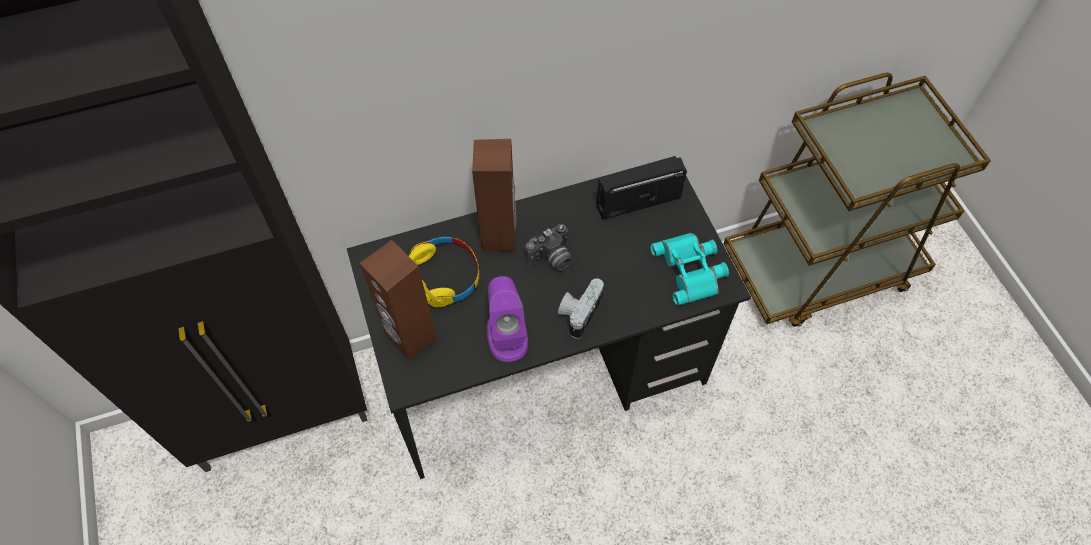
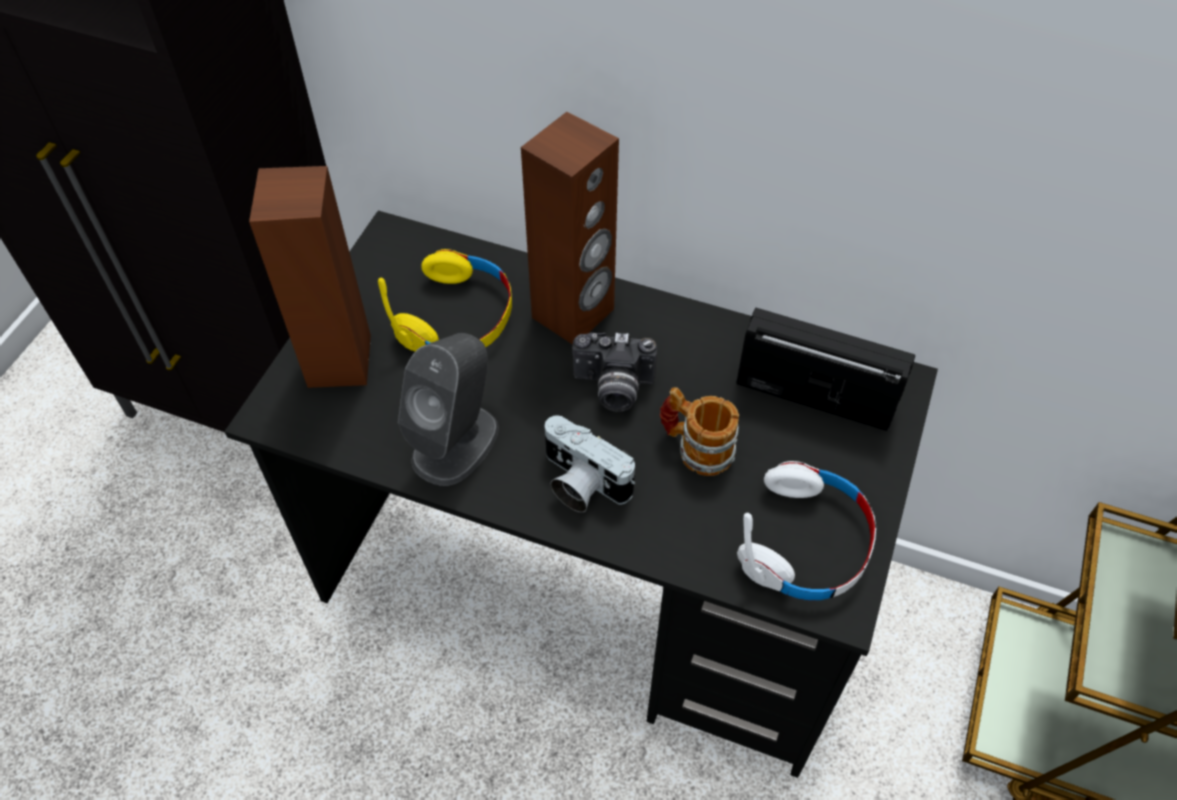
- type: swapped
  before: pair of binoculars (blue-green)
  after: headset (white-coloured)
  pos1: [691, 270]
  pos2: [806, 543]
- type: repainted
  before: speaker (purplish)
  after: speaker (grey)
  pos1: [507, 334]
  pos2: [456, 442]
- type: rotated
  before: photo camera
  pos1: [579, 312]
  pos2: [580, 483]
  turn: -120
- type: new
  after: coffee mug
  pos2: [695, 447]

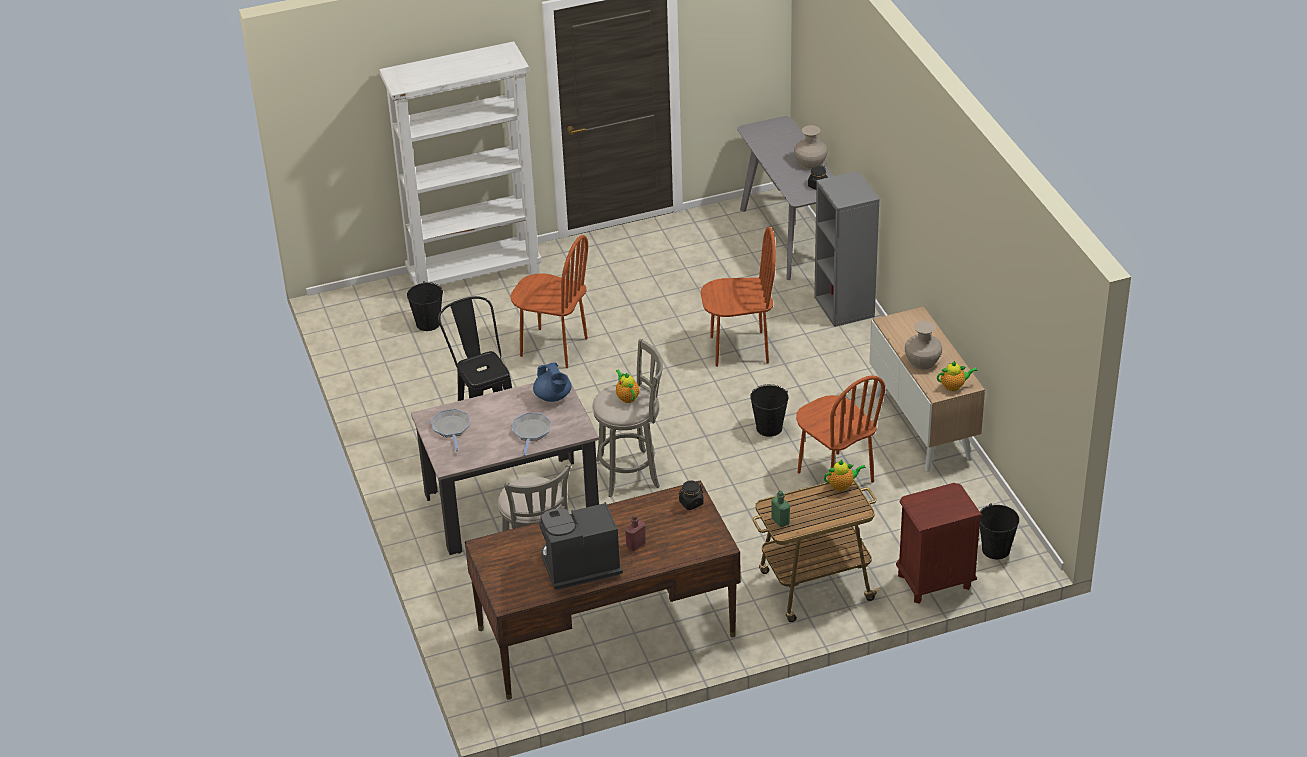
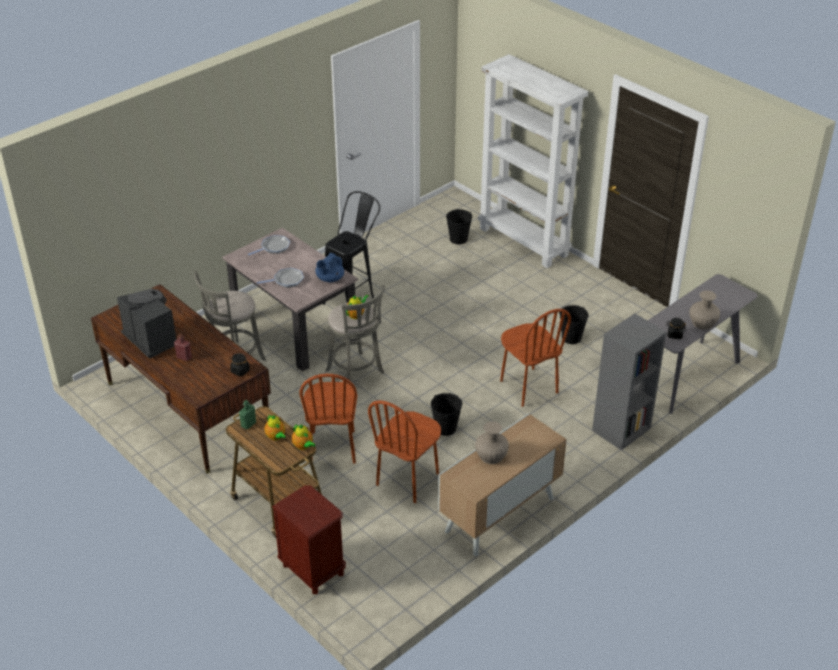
- type: shifted
  before: upright chair (brown)
  pos1: [553, 347]
  pos2: [333, 447]
- type: shifted
  before: pot for tea
  pos1: [954, 386]
  pos2: [276, 437]
- type: shifted
  before: bucket (blackish)
  pos1: [996, 549]
  pos2: [571, 338]

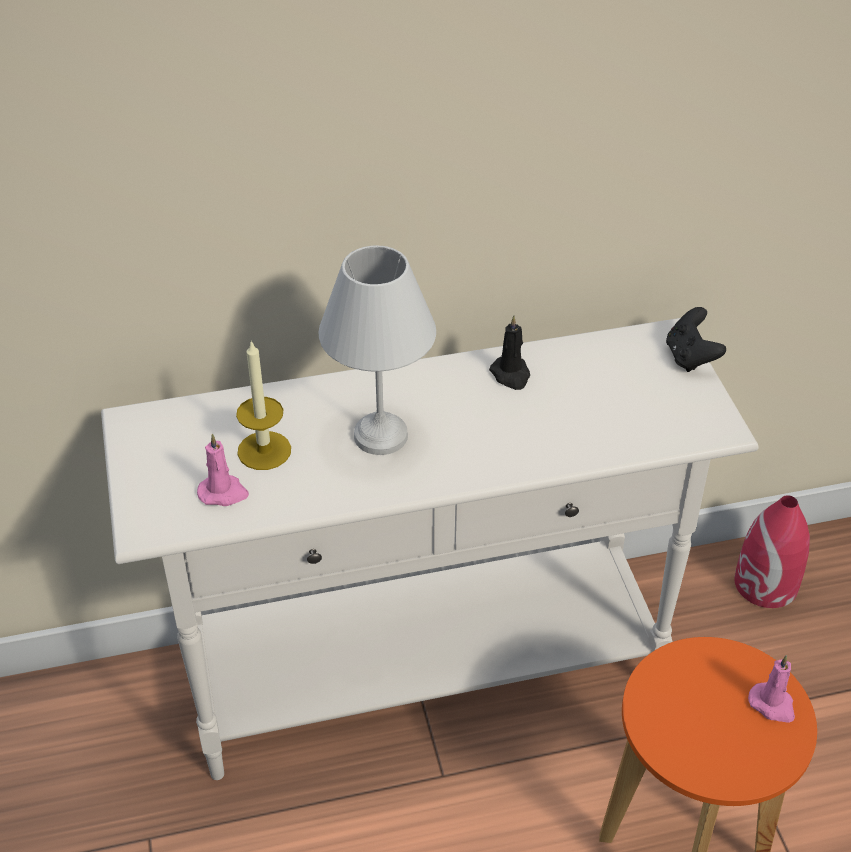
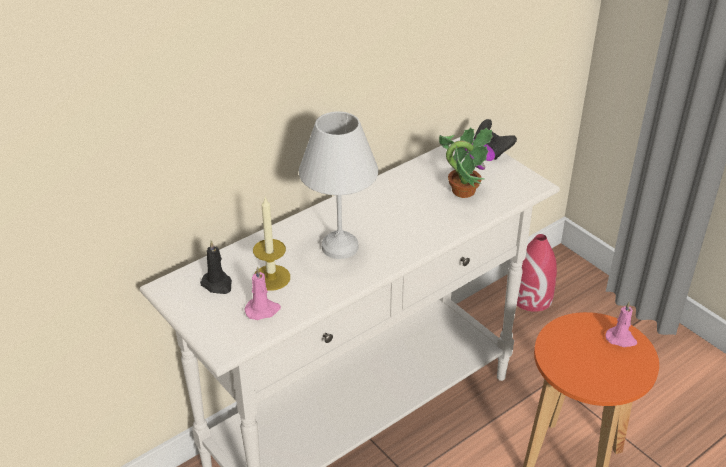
- type: shifted
  before: candle (blackish)
  pos1: [511, 375]
  pos2: [217, 284]
- type: new
  after: plant in a pot
  pos2: [462, 190]

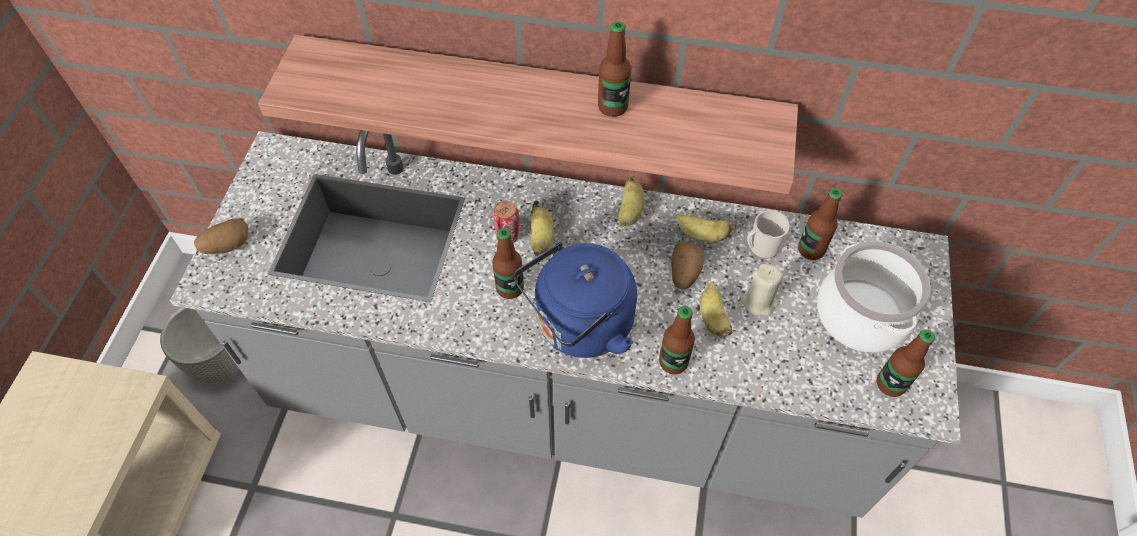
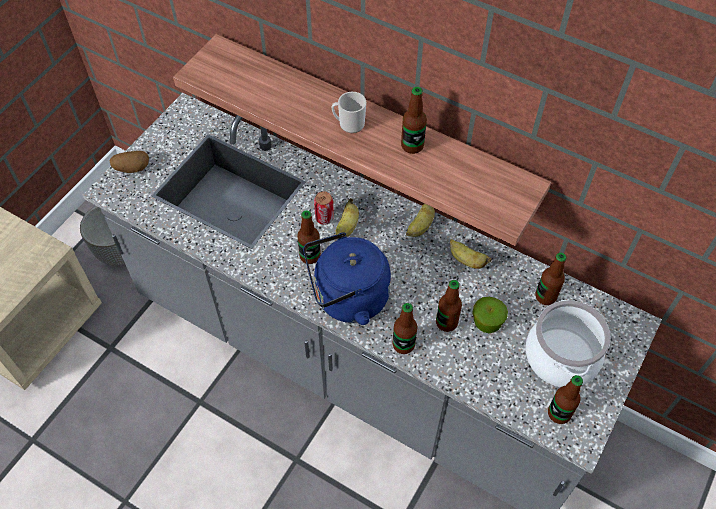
- type: shifted
  before: coffee mug
  pos1: [760, 247]
  pos2: [349, 124]
- type: gone
  before: spud
  pos1: [684, 274]
- type: swapped
  before: candle (sand-coloured)
  after: apple
  pos1: [759, 302]
  pos2: [487, 322]
- type: swapped
  before: banana
  after: bottle
  pos1: [712, 318]
  pos2: [446, 322]

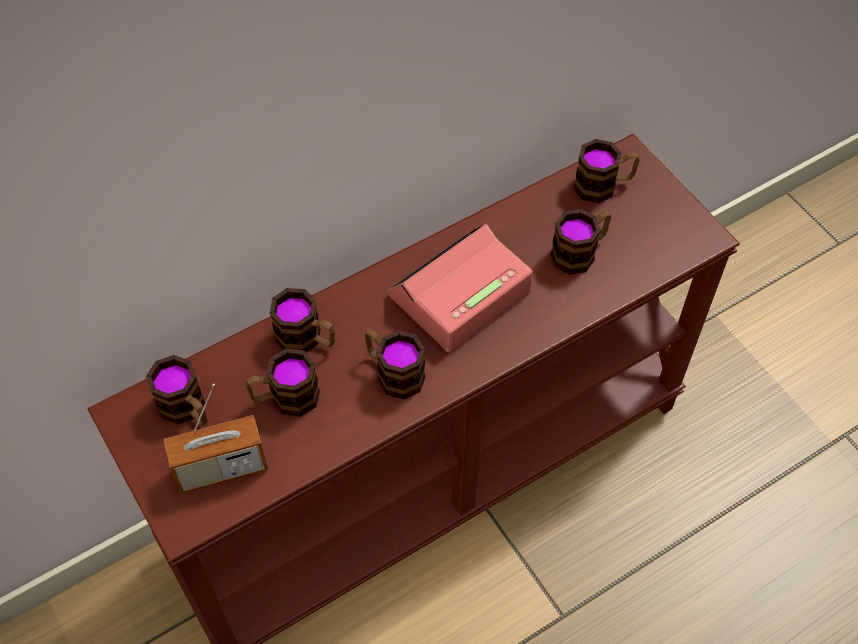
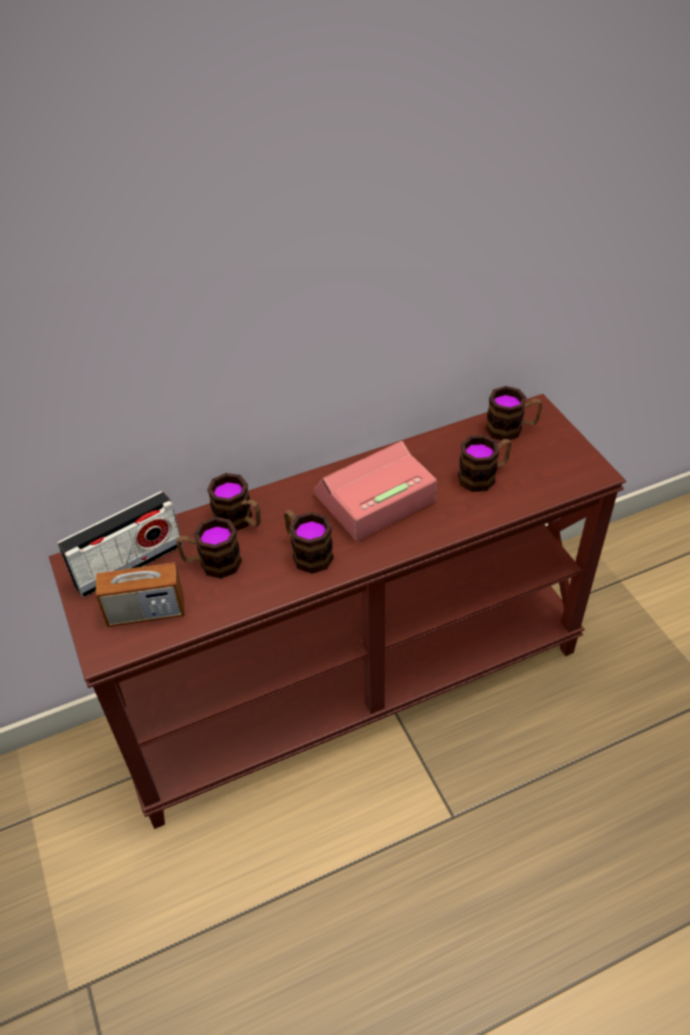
- type: swapped
  before: coffee mug
  after: radio
  pos1: [187, 410]
  pos2: [129, 564]

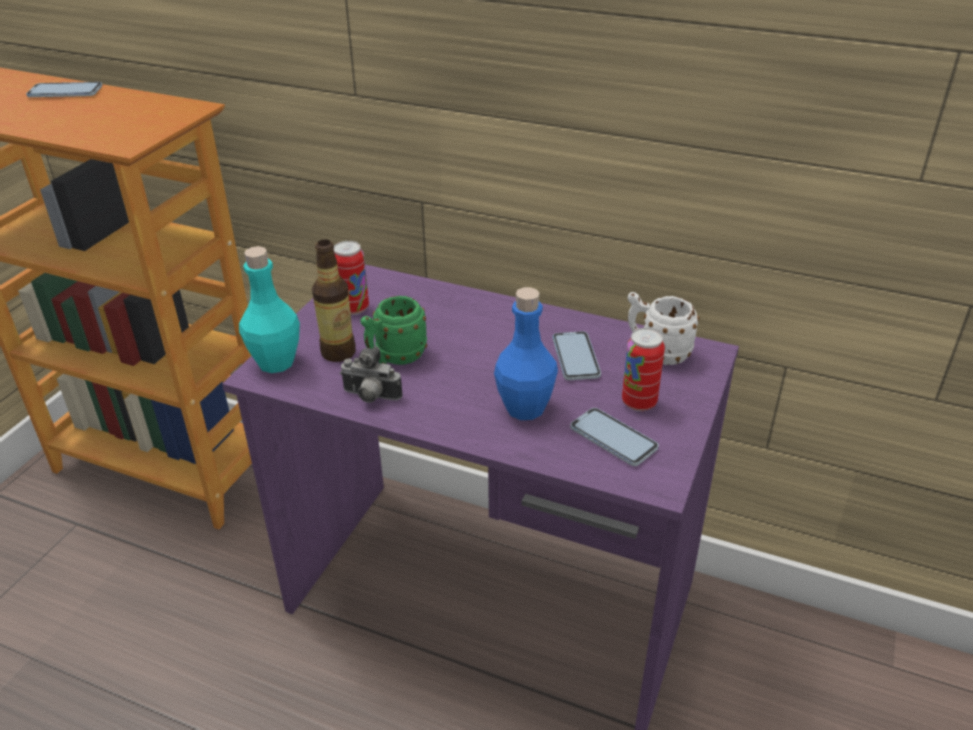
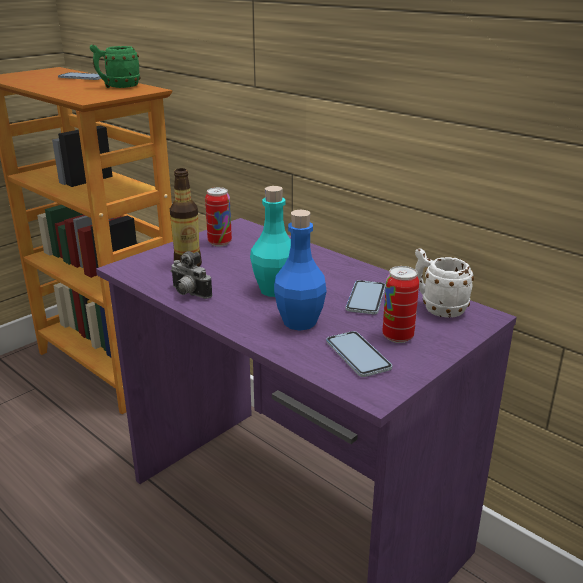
- type: shifted
  before: bottle (blue-green)
  pos1: [276, 362]
  pos2: [275, 290]
- type: shifted
  before: coffee mug (greenish)
  pos1: [395, 358]
  pos2: [118, 87]

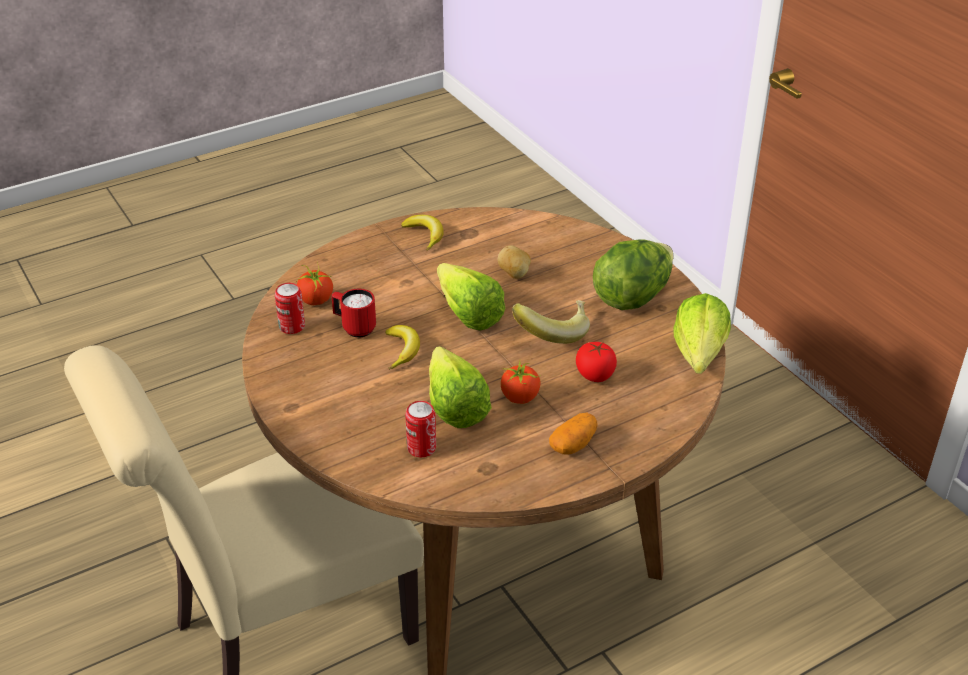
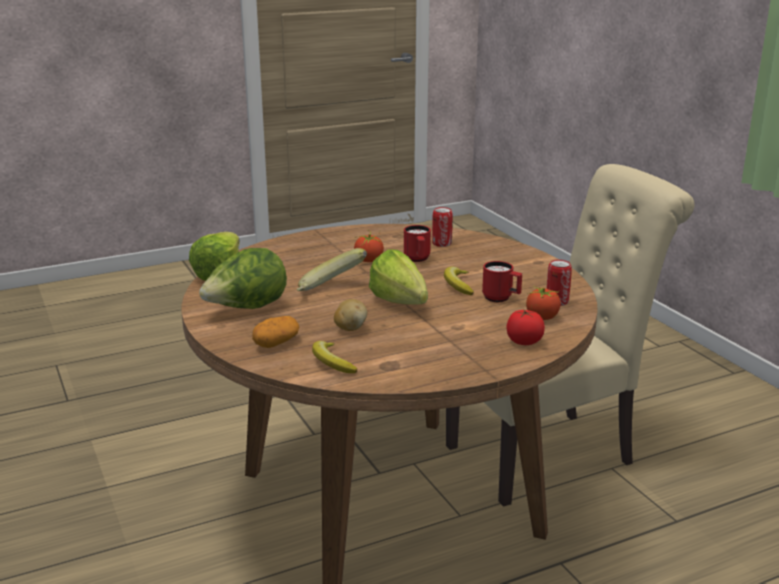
- type: shifted
  before: banana
  pos1: [425, 235]
  pos2: [331, 362]
- type: shifted
  before: whole tomato
  pos1: [595, 375]
  pos2: [524, 341]
- type: swapped
  before: lettuce
  after: coffee mug (reddish)
  pos1: [454, 402]
  pos2: [417, 260]
- type: shifted
  before: spud
  pos1: [573, 444]
  pos2: [276, 343]

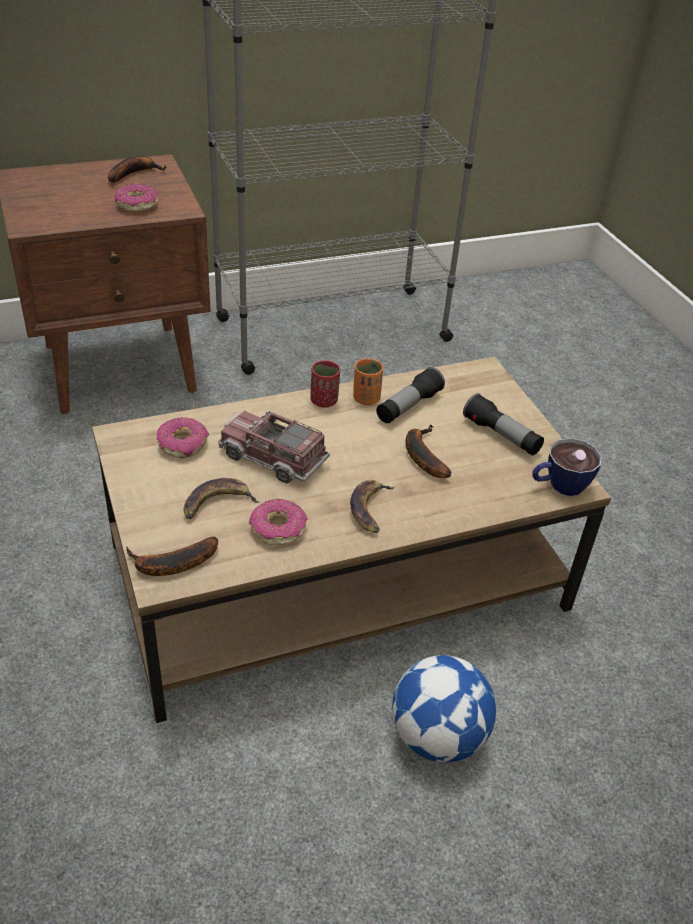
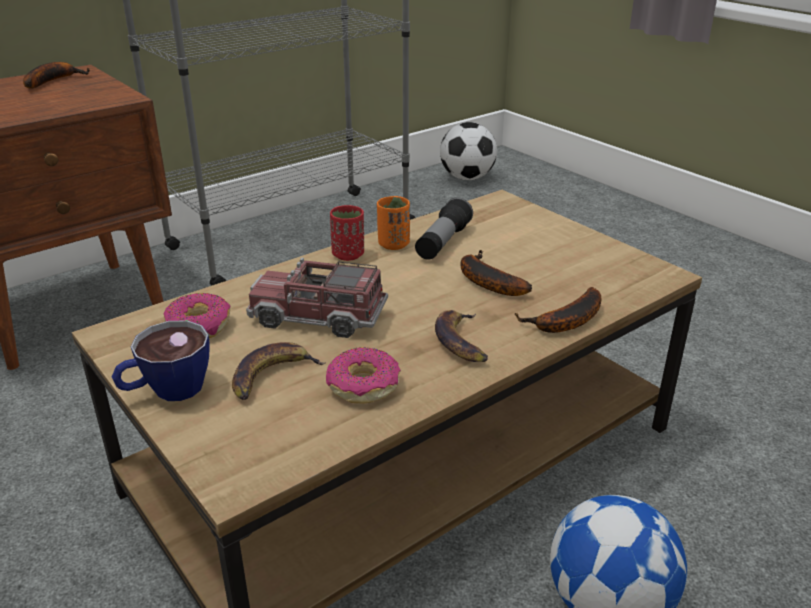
- type: gone
  before: ring doughnut
  pos1: [137, 205]
- type: gone
  before: hand torch
  pos1: [501, 436]
- type: shifted
  before: small cup
  pos1: [559, 485]
  pos2: [167, 391]
- type: shifted
  before: banana
  pos1: [171, 565]
  pos2: [566, 322]
- type: new
  after: football
  pos2: [467, 178]

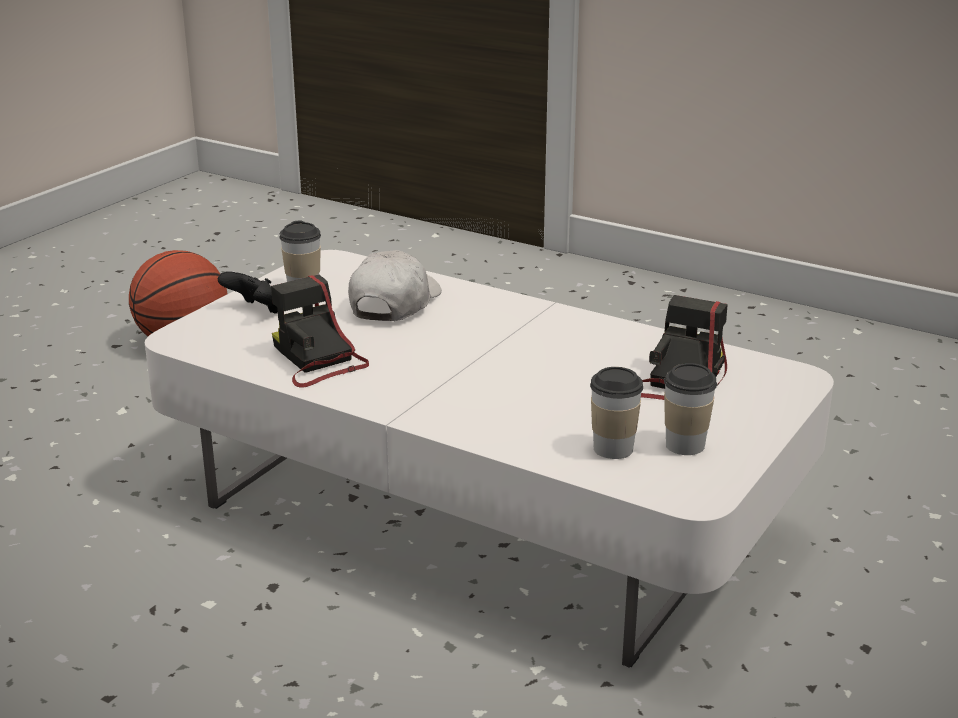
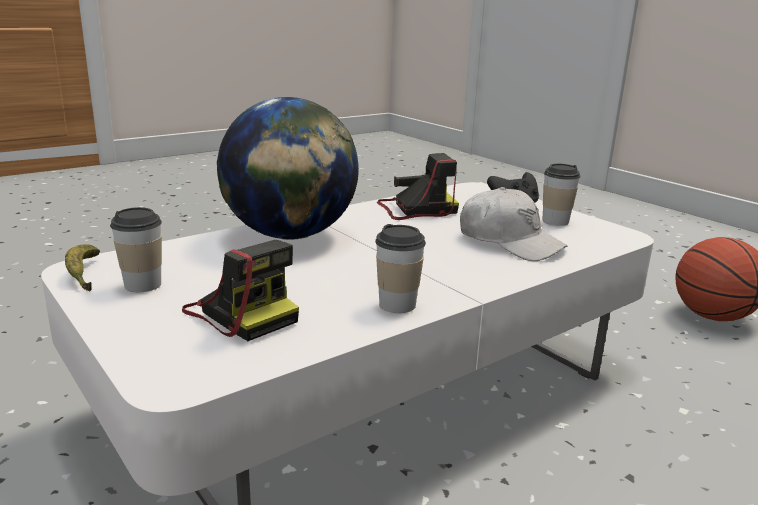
- type: shifted
  before: small cup
  pos1: [613, 449]
  pos2: [397, 304]
- type: new
  after: globe
  pos2: [290, 236]
- type: new
  after: banana
  pos2: [84, 275]

